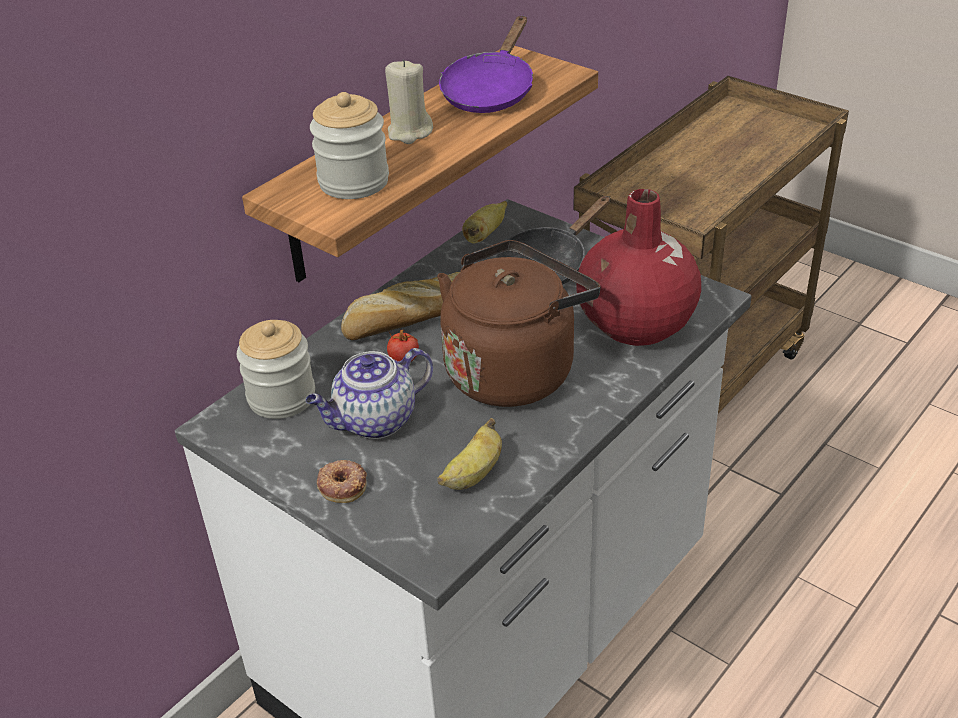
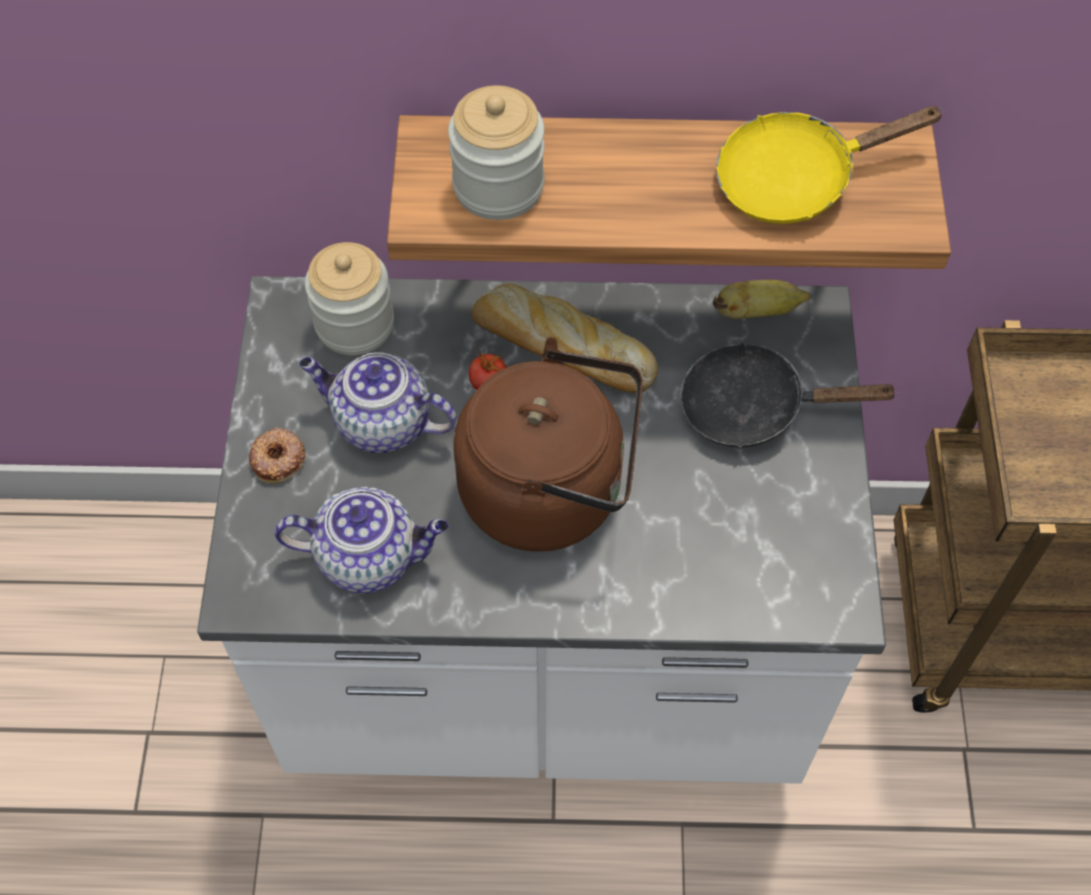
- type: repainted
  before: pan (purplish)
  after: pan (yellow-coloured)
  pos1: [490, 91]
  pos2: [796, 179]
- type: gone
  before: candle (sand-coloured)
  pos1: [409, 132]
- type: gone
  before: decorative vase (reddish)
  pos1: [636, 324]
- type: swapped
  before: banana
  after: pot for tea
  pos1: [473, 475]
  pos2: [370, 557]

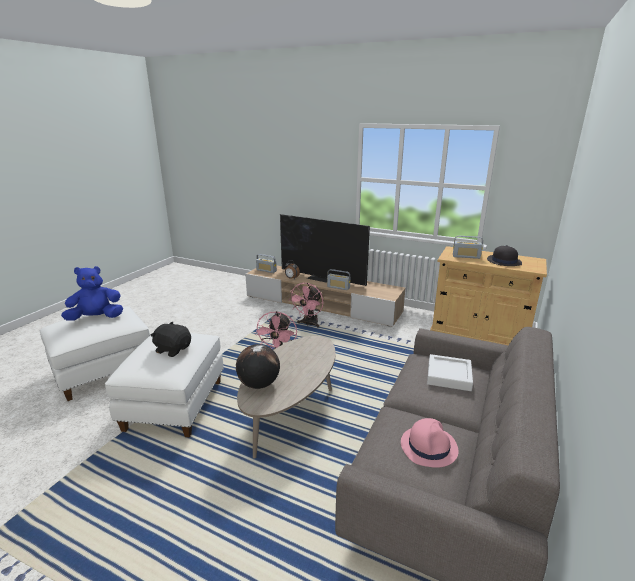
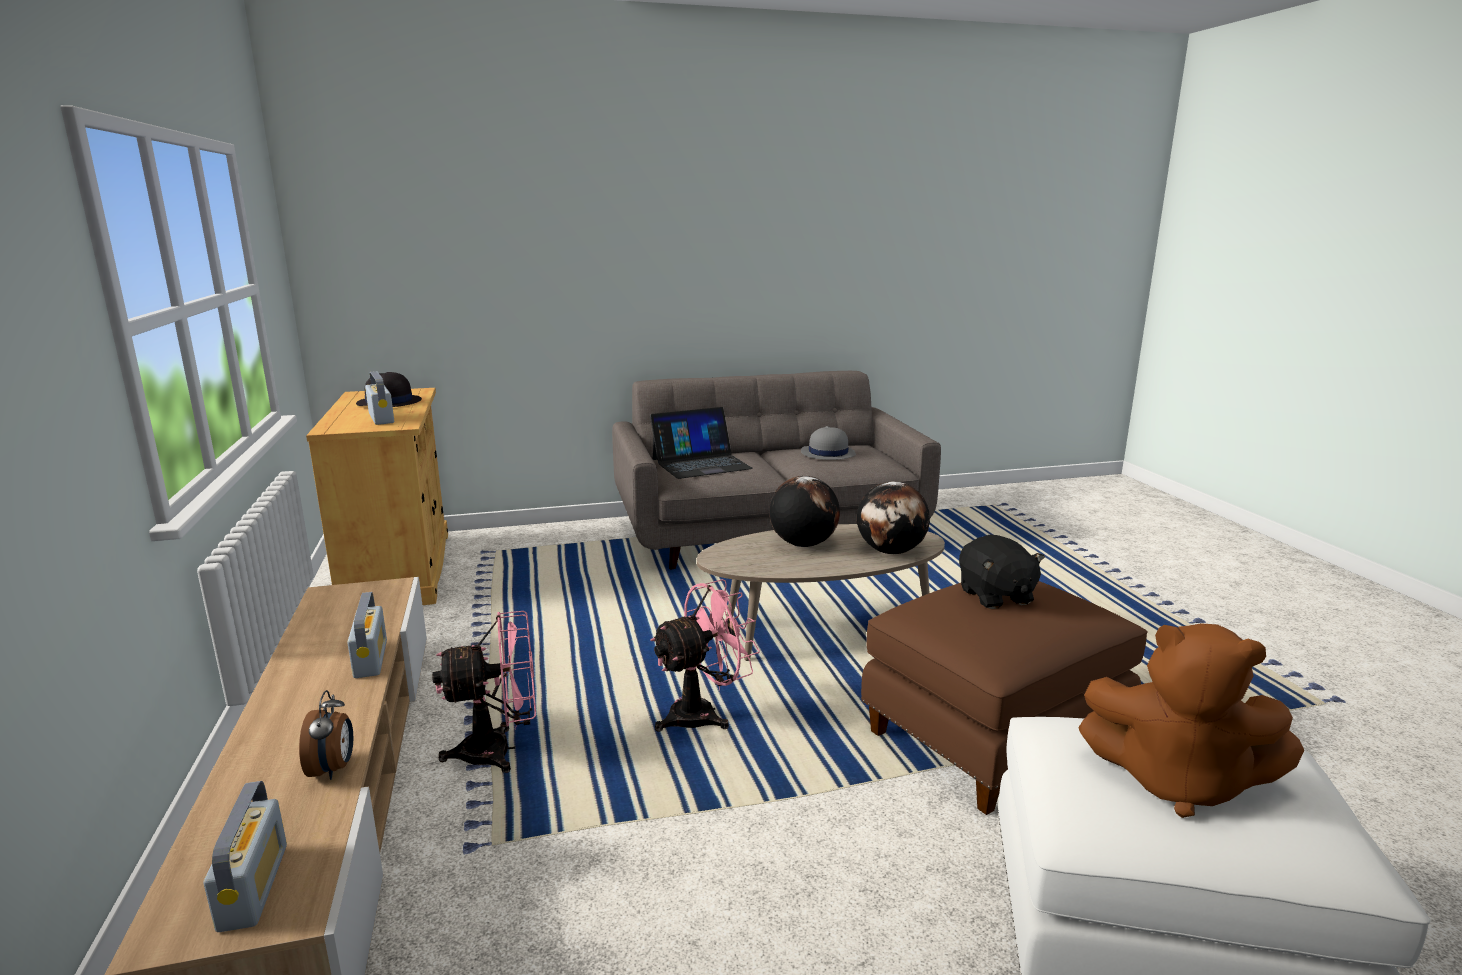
- type: gone
  before: TV set
  pos1: [322, 278]
- type: repainted
  before: cuddly toy (blue)
  after: cuddly toy (brown)
  pos1: [96, 318]
  pos2: [1176, 781]
- type: repainted
  before: footrest (white-coloured)
  after: footrest (brown)
  pos1: [175, 405]
  pos2: [992, 735]
- type: swapped
  before: tray (white-coloured)
  after: laptop
  pos1: [449, 376]
  pos2: [701, 464]
- type: repainted
  before: hat (pink)
  after: hat (grey)
  pos1: [429, 446]
  pos2: [827, 453]
- type: new
  after: globe
  pos2: [802, 544]

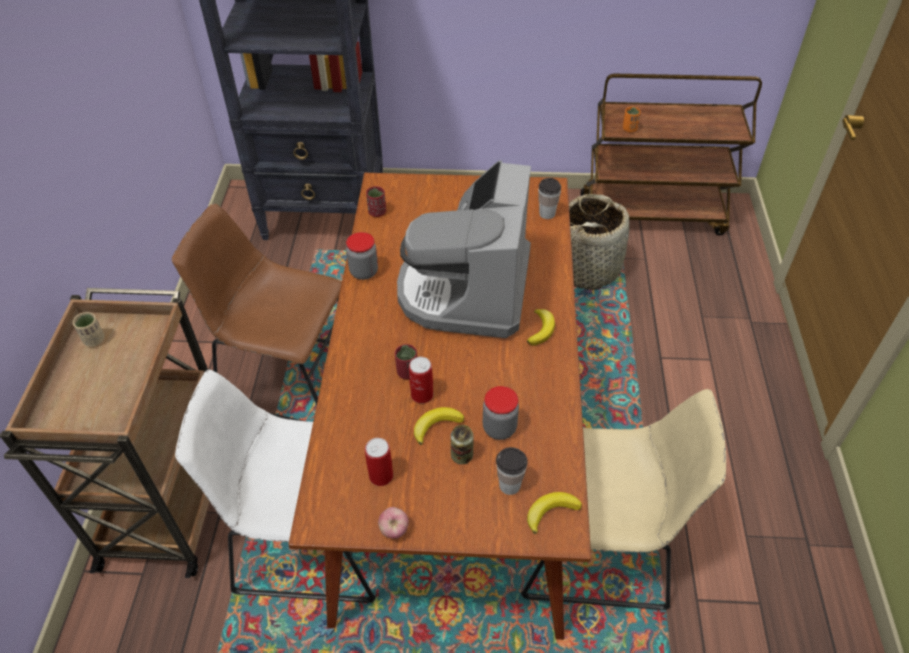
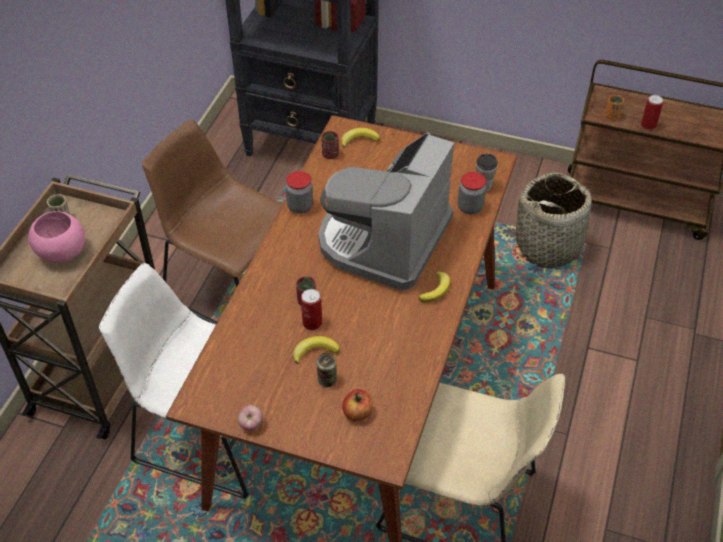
- type: shifted
  before: jar
  pos1: [499, 428]
  pos2: [470, 207]
- type: shifted
  before: metal can
  pos1: [381, 476]
  pos2: [648, 125]
- type: swapped
  before: small cup
  after: apple
  pos1: [509, 485]
  pos2: [357, 413]
- type: shifted
  before: banana
  pos1: [550, 512]
  pos2: [359, 139]
- type: new
  after: serving bowl (pink)
  pos2: [62, 253]

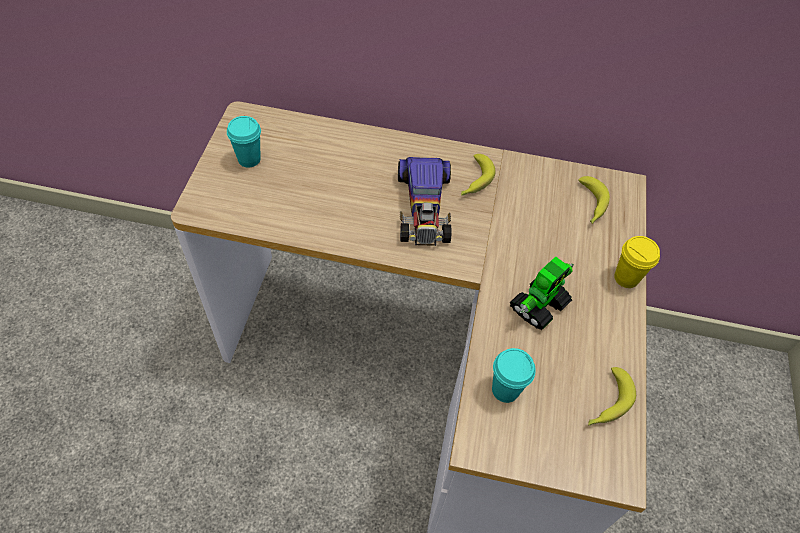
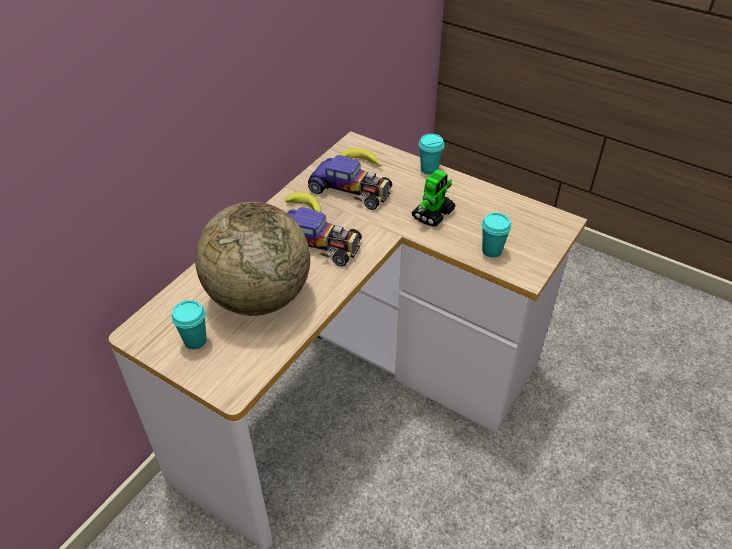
- type: repainted
  before: small cup (yellow-coloured)
  after: small cup (blue-green)
  pos1: [626, 278]
  pos2: [429, 169]
- type: rotated
  before: robot figure
  pos1: [539, 305]
  pos2: [433, 214]
  turn: 60
- type: gone
  before: banana
  pos1: [606, 403]
- type: new
  after: toy car
  pos2: [350, 190]
- type: new
  after: globe
  pos2: [259, 297]

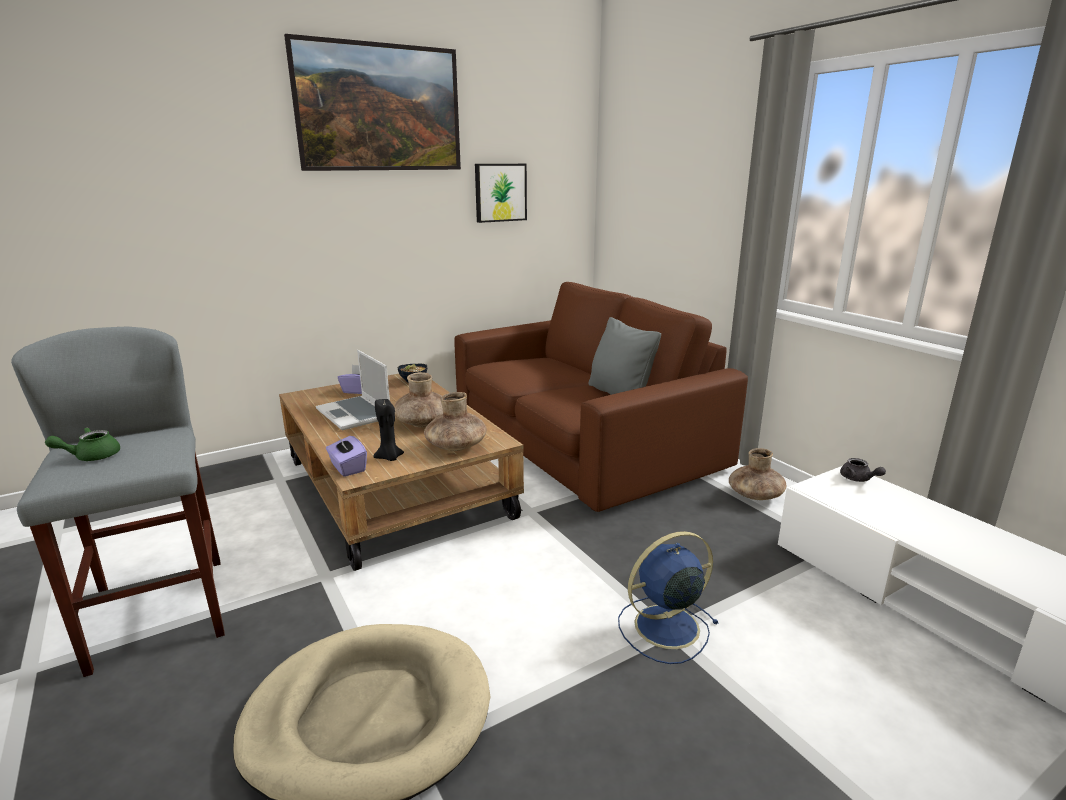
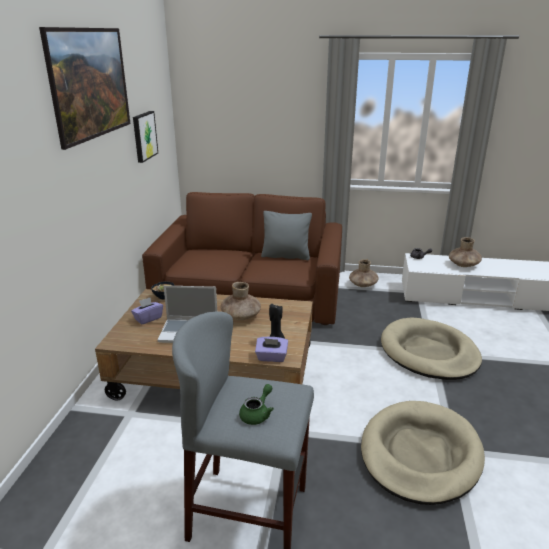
- type: shifted
  before: decorative vase (brown)
  pos1: [456, 447]
  pos2: [463, 265]
- type: rotated
  before: pot for tea (greenish)
  pos1: [91, 456]
  pos2: [257, 414]
  turn: -150
- type: swapped
  before: cooling fan (blue)
  after: pet bed (sand-coloured)
  pos1: [664, 627]
  pos2: [428, 352]

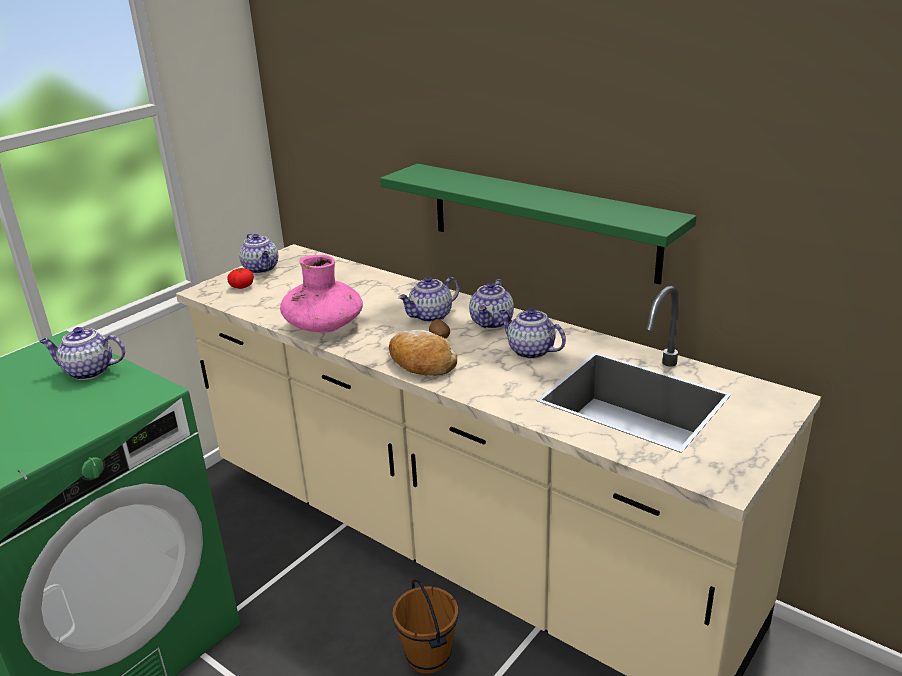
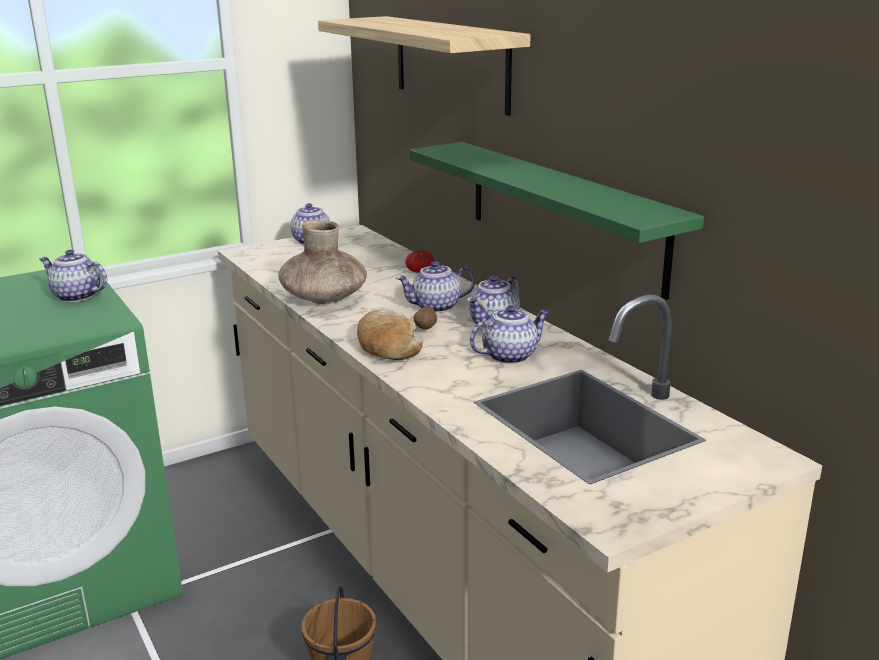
- type: repainted
  before: decorative vase (pink)
  after: decorative vase (brown)
  pos1: [324, 326]
  pos2: [324, 298]
- type: shifted
  before: whole tomato
  pos1: [242, 286]
  pos2: [419, 271]
- type: rotated
  before: pot for tea
  pos1: [529, 351]
  pos2: [510, 356]
  turn: 90
- type: new
  after: shelf
  pos2: [450, 63]

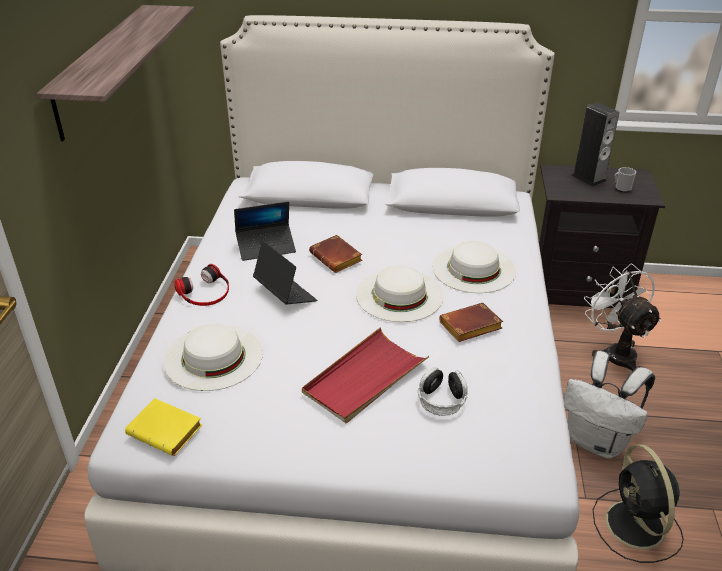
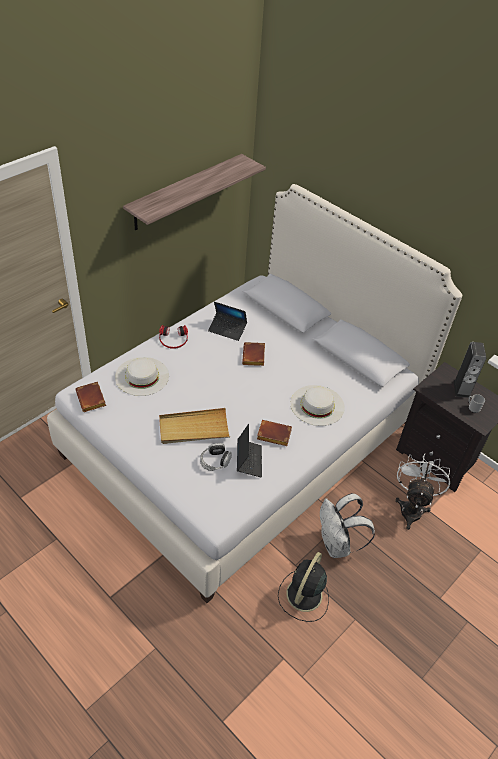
- type: shifted
  before: laptop
  pos1: [285, 294]
  pos2: [249, 460]
- type: gone
  before: hat (white-coloured)
  pos1: [399, 295]
- type: repainted
  before: tray (reddish)
  after: tray (sand-coloured)
  pos1: [364, 378]
  pos2: [193, 428]
- type: repainted
  before: book (yellow-coloured)
  after: book (brown)
  pos1: [167, 431]
  pos2: [92, 399]

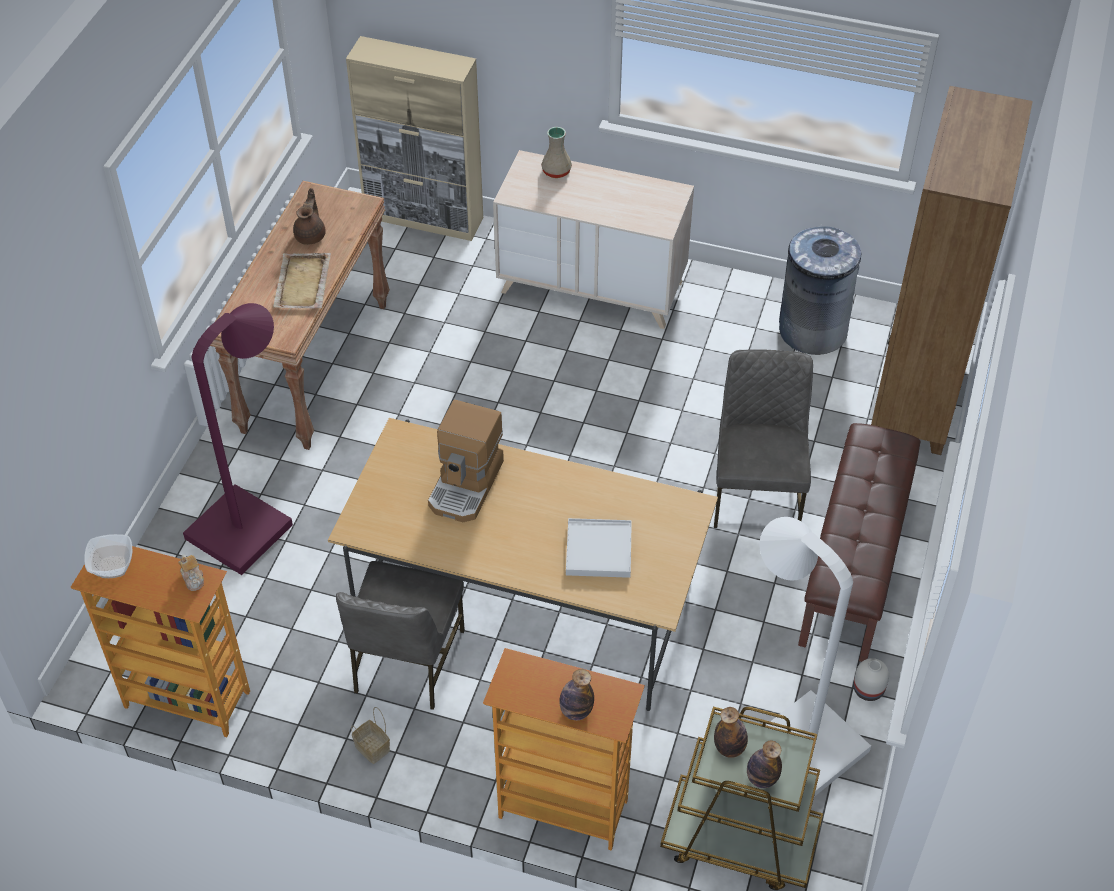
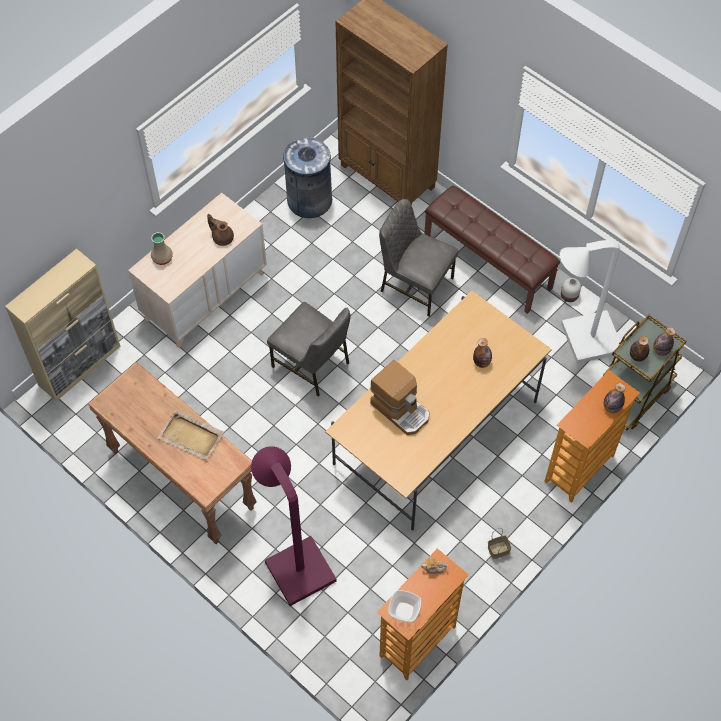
- type: shifted
  before: pot for tea (brown)
  pos1: [311, 235]
  pos2: [222, 237]
- type: swapped
  before: tray (white-coloured)
  after: bottle
  pos1: [598, 550]
  pos2: [481, 362]
- type: shifted
  before: upright chair (grey)
  pos1: [406, 662]
  pos2: [312, 365]

